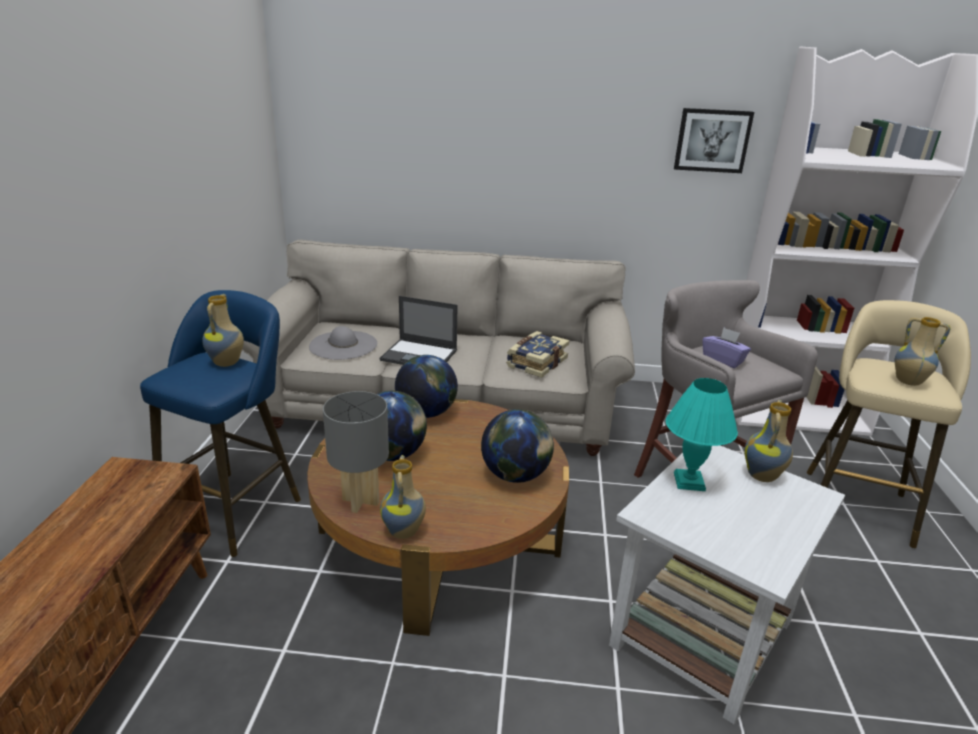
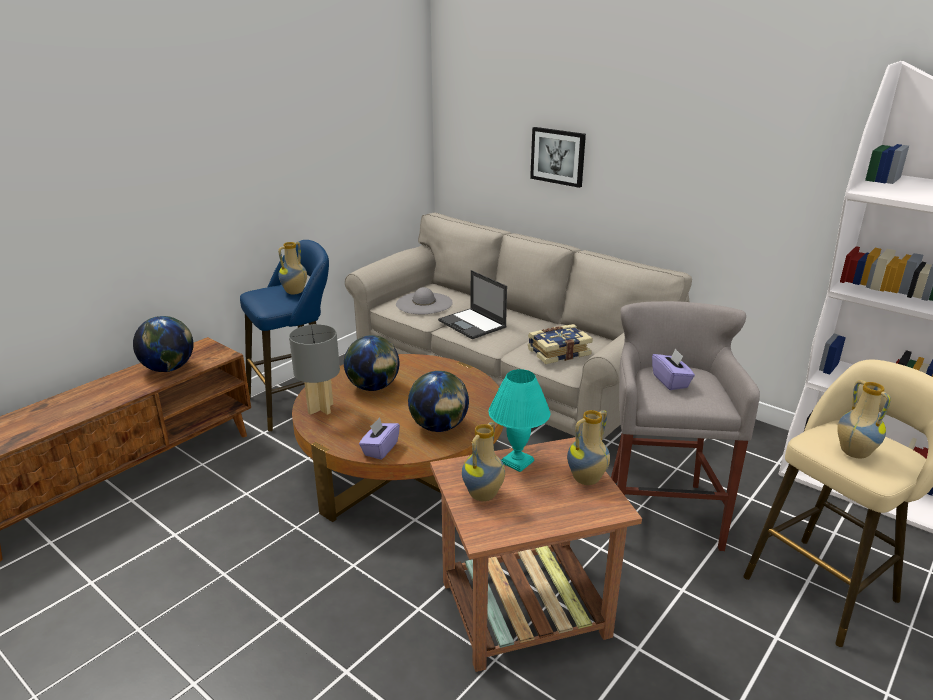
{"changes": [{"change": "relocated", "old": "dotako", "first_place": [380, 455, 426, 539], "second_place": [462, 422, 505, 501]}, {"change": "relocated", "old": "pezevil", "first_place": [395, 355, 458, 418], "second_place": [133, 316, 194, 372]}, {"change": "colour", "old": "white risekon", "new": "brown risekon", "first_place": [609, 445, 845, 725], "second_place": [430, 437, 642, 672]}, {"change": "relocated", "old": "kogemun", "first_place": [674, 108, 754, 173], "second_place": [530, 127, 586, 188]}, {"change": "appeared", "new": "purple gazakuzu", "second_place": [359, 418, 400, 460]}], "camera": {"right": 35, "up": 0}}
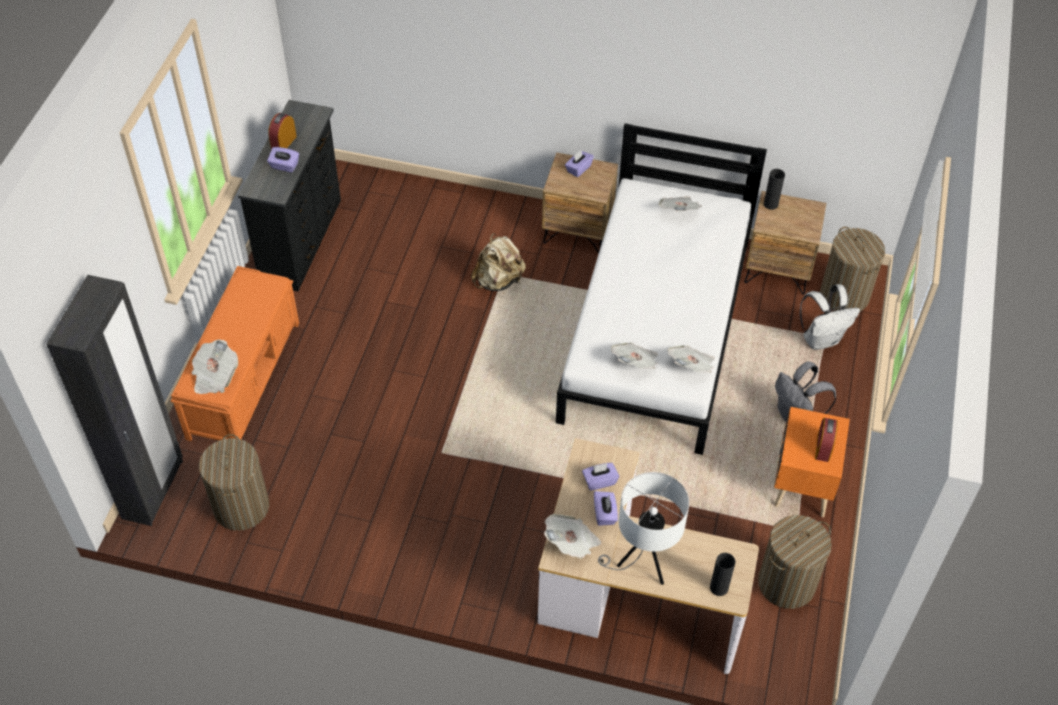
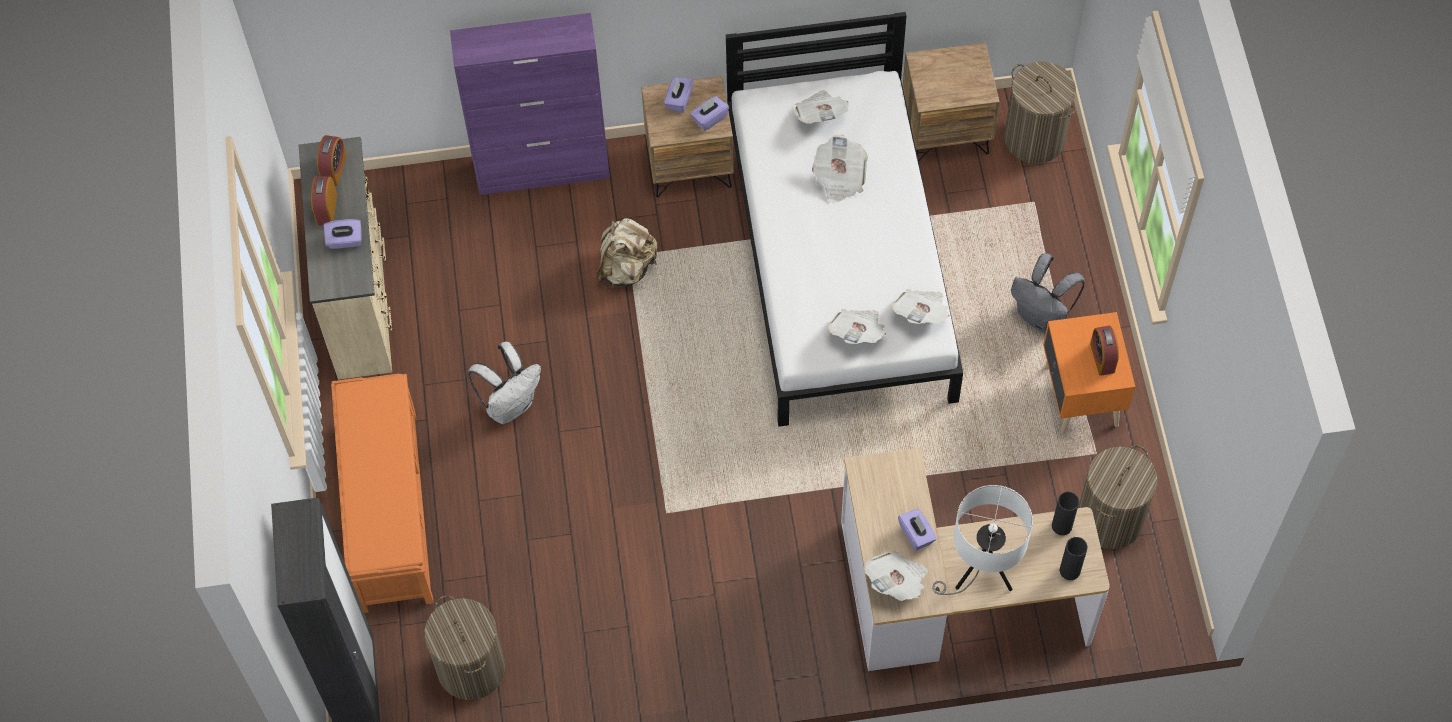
{"changes": [{"change": "relocated", "old": "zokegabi", "first_place": [192, 339, 238, 394], "second_place": [812, 135, 868, 203]}, {"change": "colour", "old": "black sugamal", "new": "beige sugamal", "first_place": [238, 100, 341, 291], "second_place": [299, 137, 392, 380]}, {"change": "relocated", "old": "purple gazakuzu", "first_place": [582, 463, 619, 491], "second_place": [690, 96, 729, 131]}, {"change": "relocated", "old": "black dotako", "first_place": [764, 169, 785, 210], "second_place": [1052, 491, 1079, 535]}, {"change": "relocated", "old": "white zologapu", "first_place": [800, 284, 860, 350], "second_place": [468, 341, 541, 424]}, {"change": "appeared", "new": "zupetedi", "second_place": [317, 135, 347, 186]}, {"change": "appeared", "new": "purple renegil", "second_place": [450, 13, 610, 195]}], "camera": {"right": -20, "up": 10}}
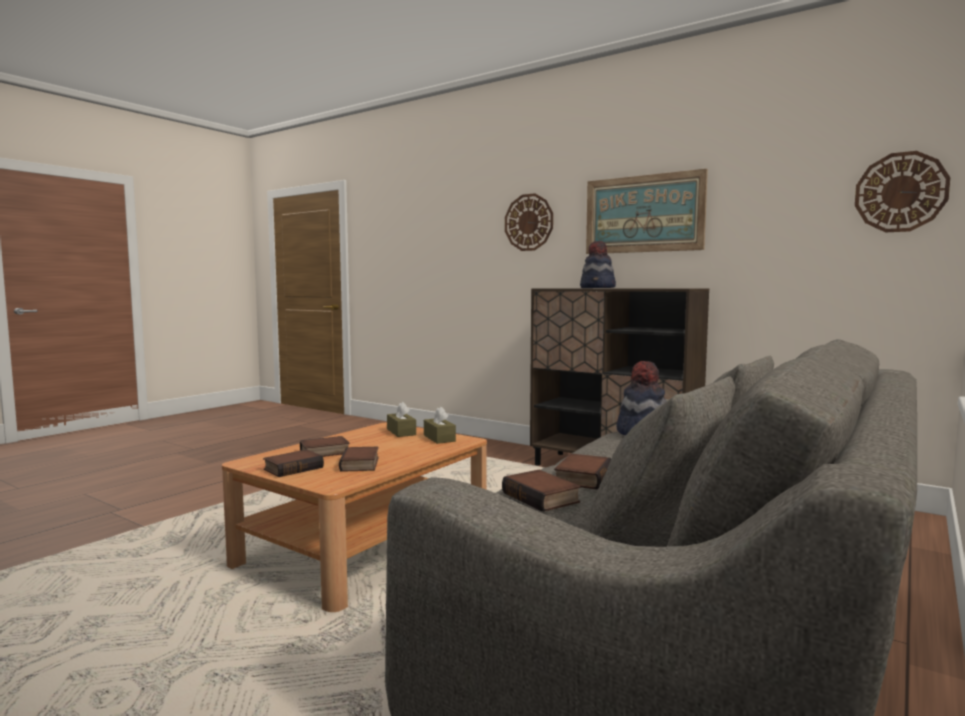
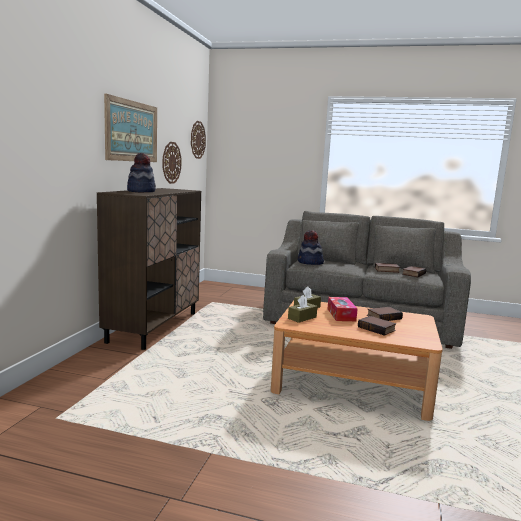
{"changes": [{"change": "missing", "old": "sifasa", "first_place": [263, 450, 324, 477]}, {"change": "relocated", "old": "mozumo", "first_place": [505, 193, 553, 251], "second_place": [163, 142, 181, 184]}, {"change": "appeared", "new": "gazakuzu", "second_place": [328, 297, 358, 321]}], "camera": {"right": -110, "up": 5}}
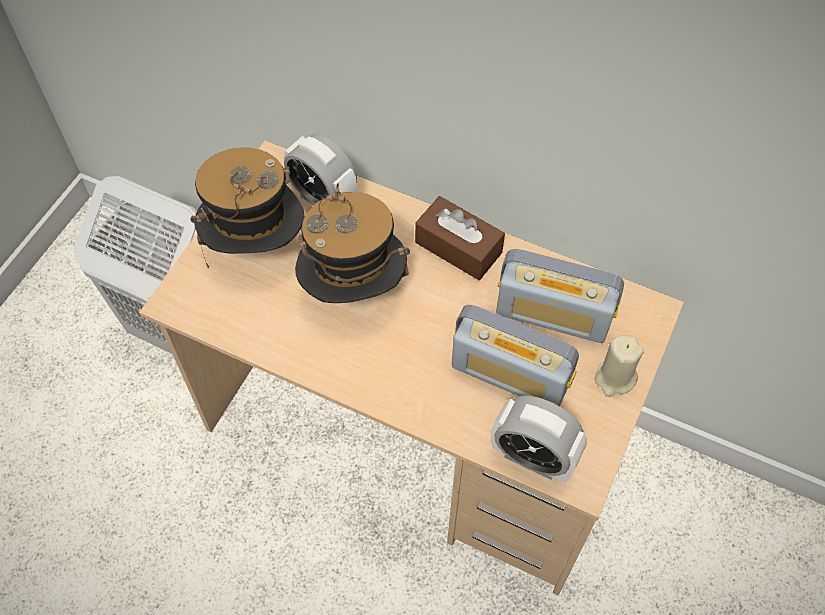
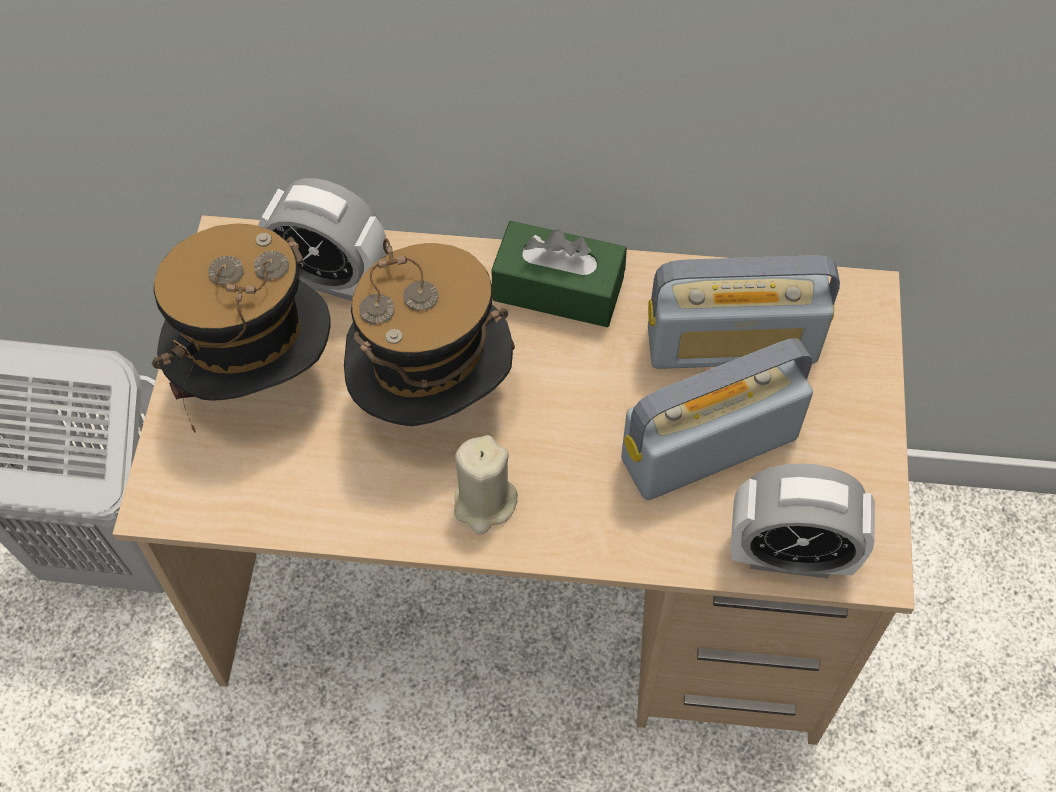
{"changes": [{"change": "colour", "old": "brown gazakuzu", "new": "green gazakuzu", "first_place": [415, 196, 505, 280], "second_place": [491, 221, 627, 327]}, {"change": "spun", "old": "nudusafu", "first_place": [452, 305, 579, 406], "second_place": [621, 338, 813, 500], "degrees": 150}, {"change": "relocated", "old": "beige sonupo", "first_place": [594, 335, 644, 397], "second_place": [454, 435, 518, 534]}], "camera": {"right": -20, "up": 0}}
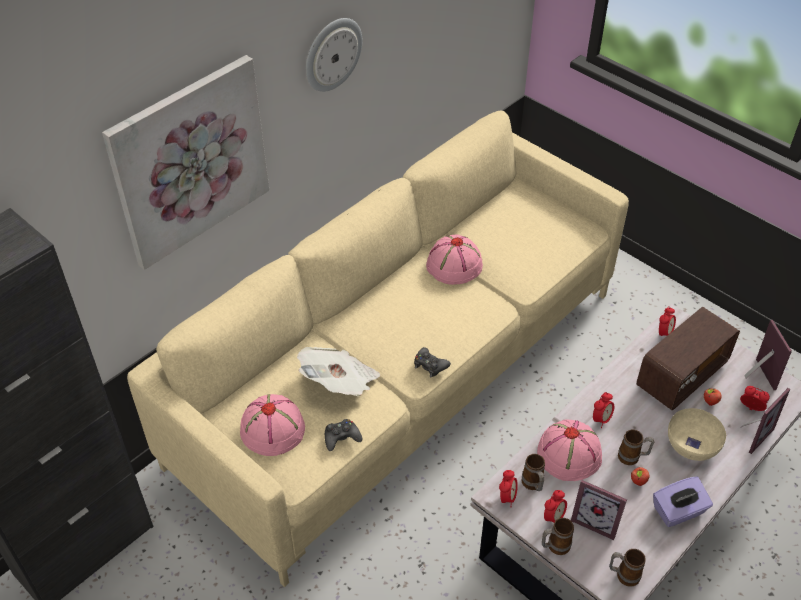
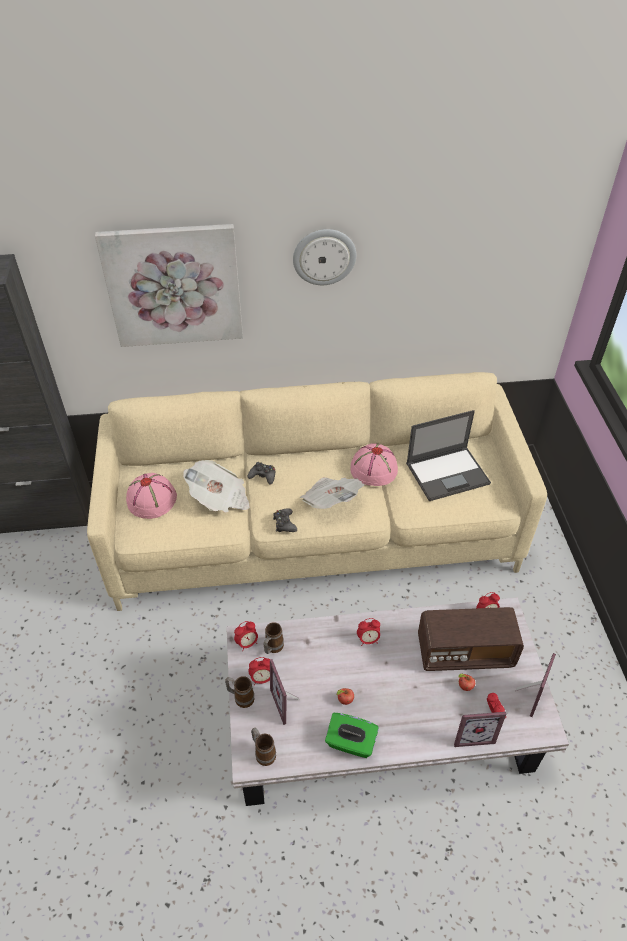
{"changes": [{"change": "relocated", "old": "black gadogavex", "first_place": [325, 419, 362, 451], "second_place": [248, 462, 275, 485]}, {"change": "missing", "old": "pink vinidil", "first_place": [537, 420, 602, 481]}, {"change": "missing", "old": "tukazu", "first_place": [618, 429, 654, 465]}, {"change": "colour", "old": "purple gazakuzu", "new": "green gazakuzu", "first_place": [653, 476, 713, 527], "second_place": [325, 713, 379, 758]}, {"change": "missing", "old": "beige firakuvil", "first_place": [668, 408, 726, 461]}, {"change": "appeared", "new": "zokegabi", "second_place": [300, 477, 364, 509]}, {"change": "appeared", "new": "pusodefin", "second_place": [406, 410, 491, 501]}], "camera": {"right": 40, "up": 0}}
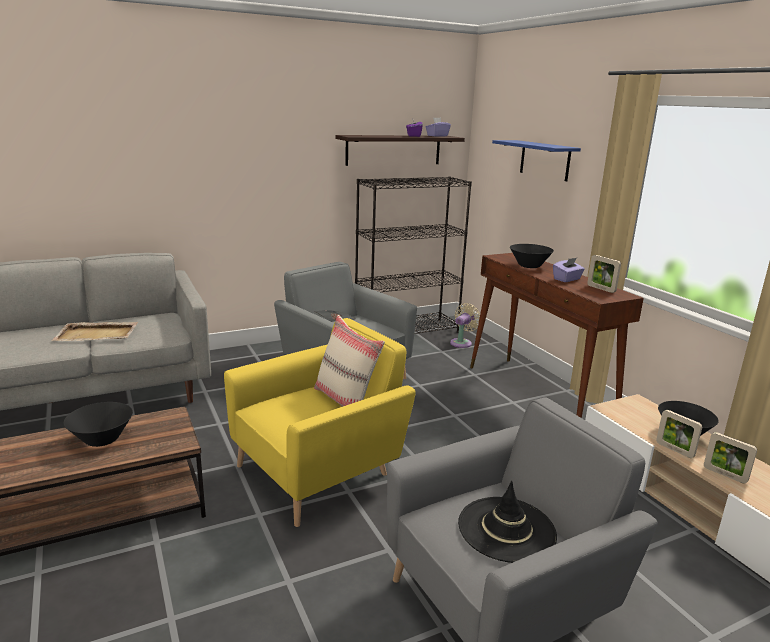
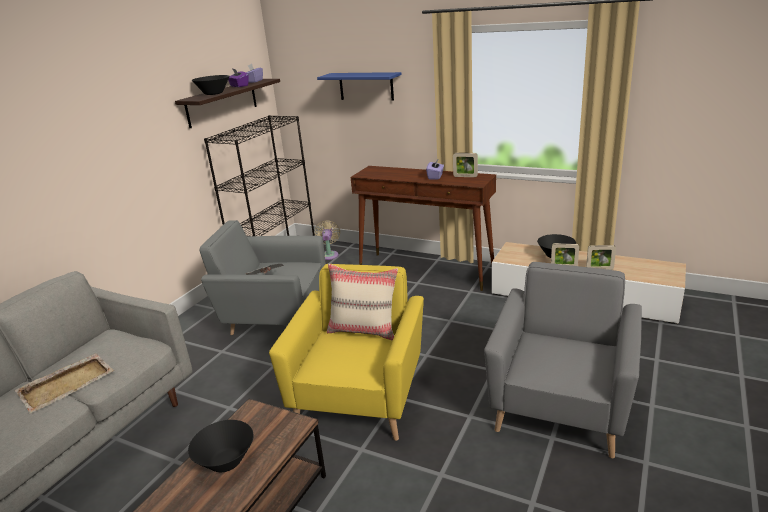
{"changes": [{"change": "missing", "old": "black vinidil", "first_place": [458, 481, 557, 563]}, {"change": "relocated", "old": "black firakuvil", "first_place": [510, 244, 554, 268], "second_place": [192, 75, 230, 95]}], "camera": {"right": -35, "up": 5}}
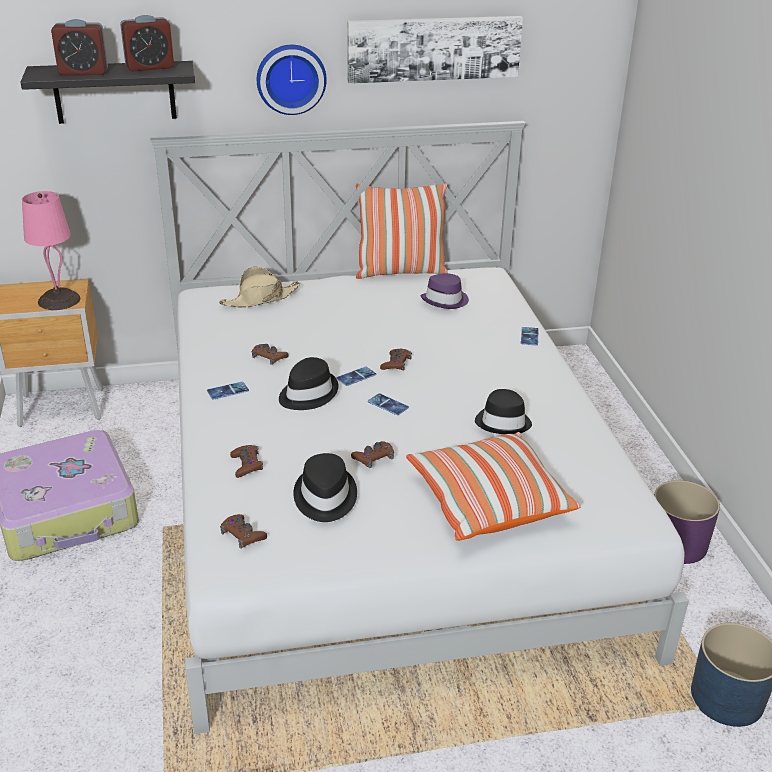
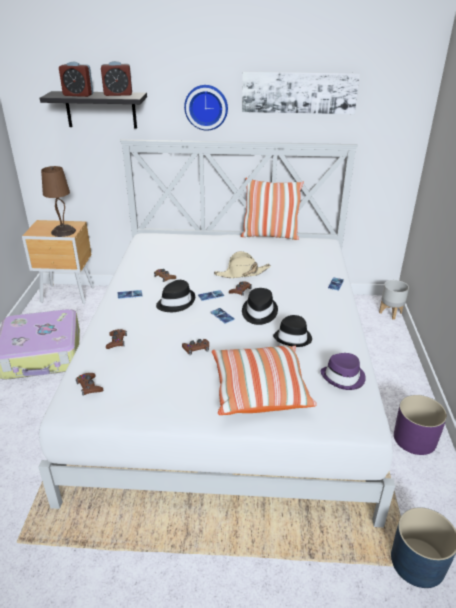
{"changes": [{"change": "colour", "old": "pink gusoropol", "new": "brown gusoropol", "first_place": [22, 191, 80, 310], "second_place": [41, 166, 76, 237]}, {"change": "relocated", "old": "beige vinidil", "first_place": [219, 267, 300, 308], "second_place": [214, 251, 271, 278]}, {"change": "relocated", "old": "black vinidil", "first_place": [293, 453, 357, 522], "second_place": [242, 288, 278, 325]}, {"change": "relocated", "old": "purple vinidil", "first_place": [420, 273, 469, 309], "second_place": [320, 353, 366, 390]}, {"change": "appeared", "new": "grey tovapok", "second_place": [379, 280, 409, 320]}], "camera": {"right": 15, "up": 0}}
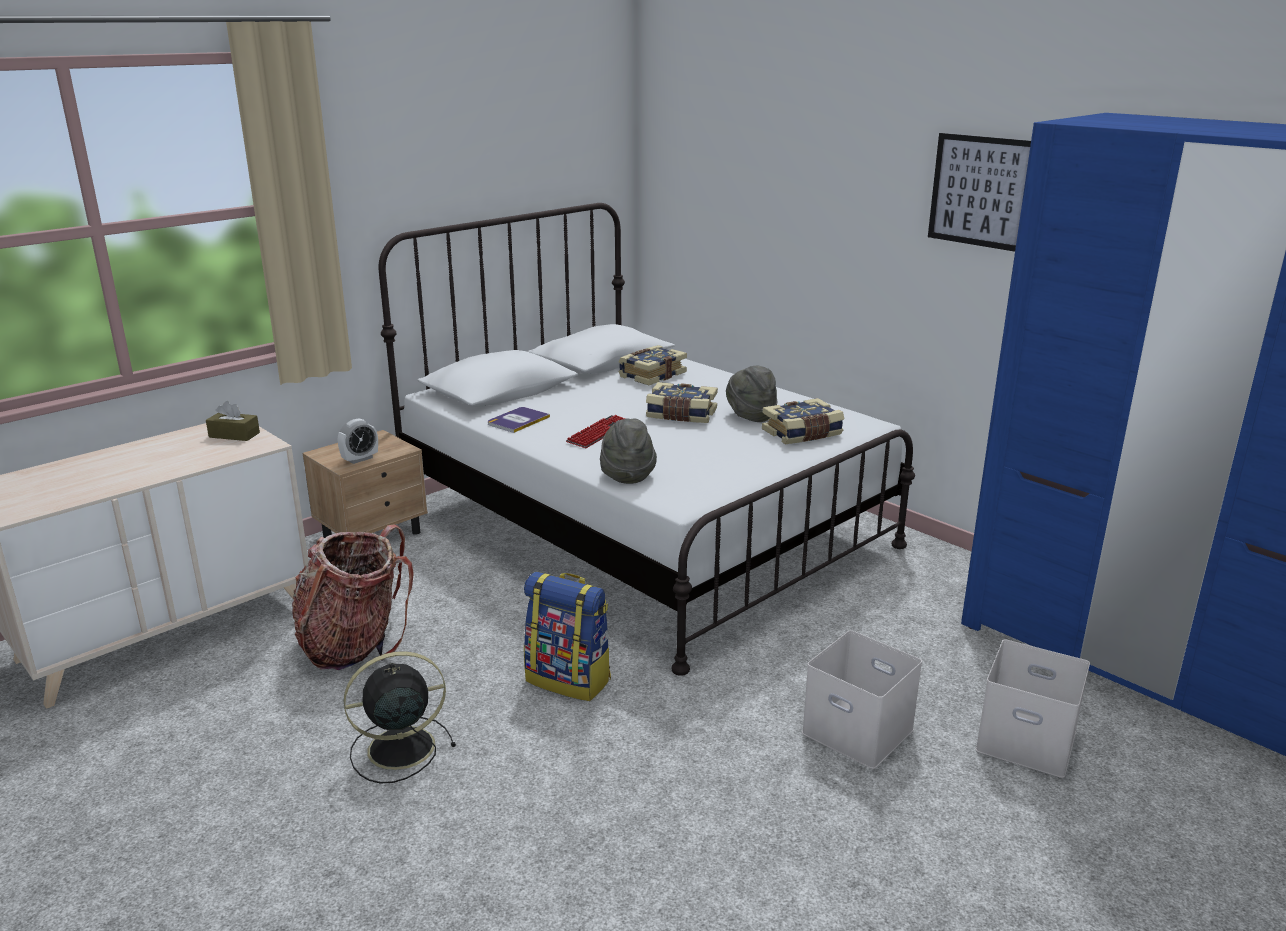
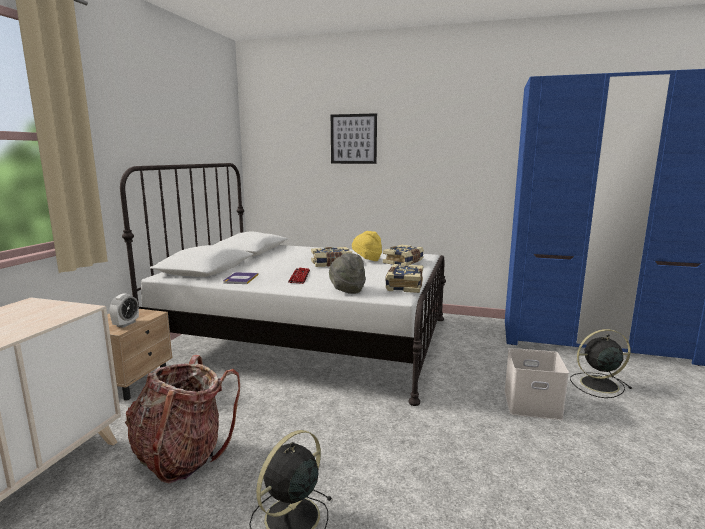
{"changes": [{"change": "missing", "old": "brown gazakuzu", "first_place": [206, 401, 260, 441]}, {"change": "missing", "old": "zologapu", "first_place": [524, 572, 611, 701]}, {"change": "relocated", "old": "sifasa", "first_place": [618, 345, 687, 385], "second_place": [385, 264, 423, 293]}, {"change": "colour", "old": "grey vinidil", "new": "yellow vinidil", "first_place": [726, 366, 777, 422], "second_place": [352, 231, 382, 261]}, {"change": "relocated", "old": "kogemun", "first_place": [928, 133, 1031, 252], "second_place": [331, 113, 377, 164]}, {"change": "exchanged", "old": "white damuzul", "new": "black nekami", "first_place": [975, 639, 1090, 778], "second_place": [570, 329, 632, 398]}], "camera": {"right": -30, "up": -10}}
